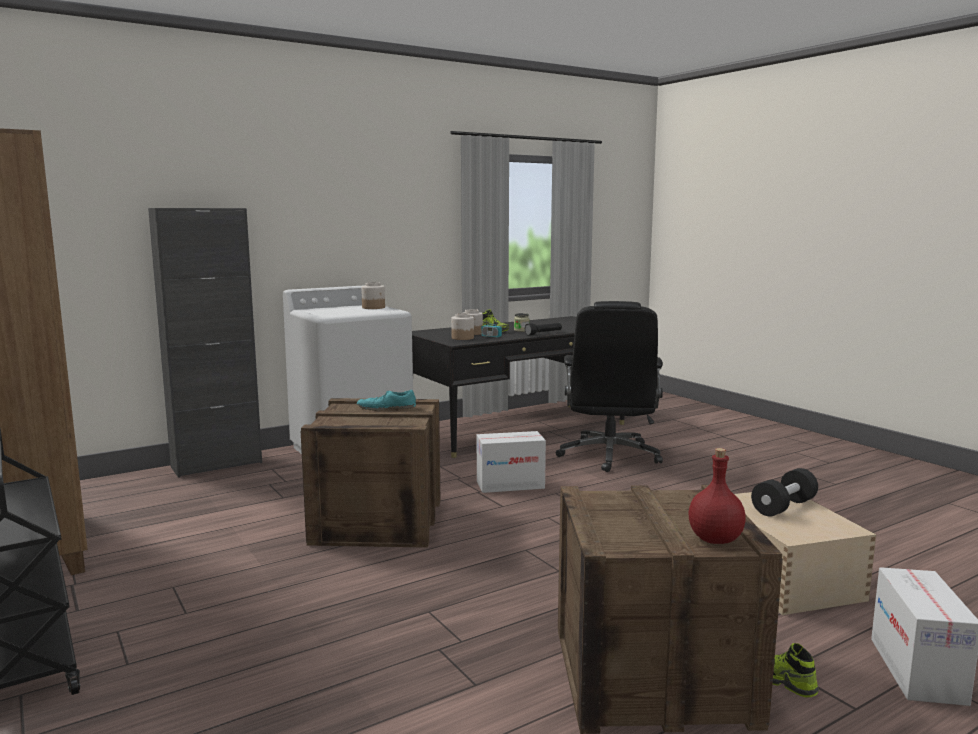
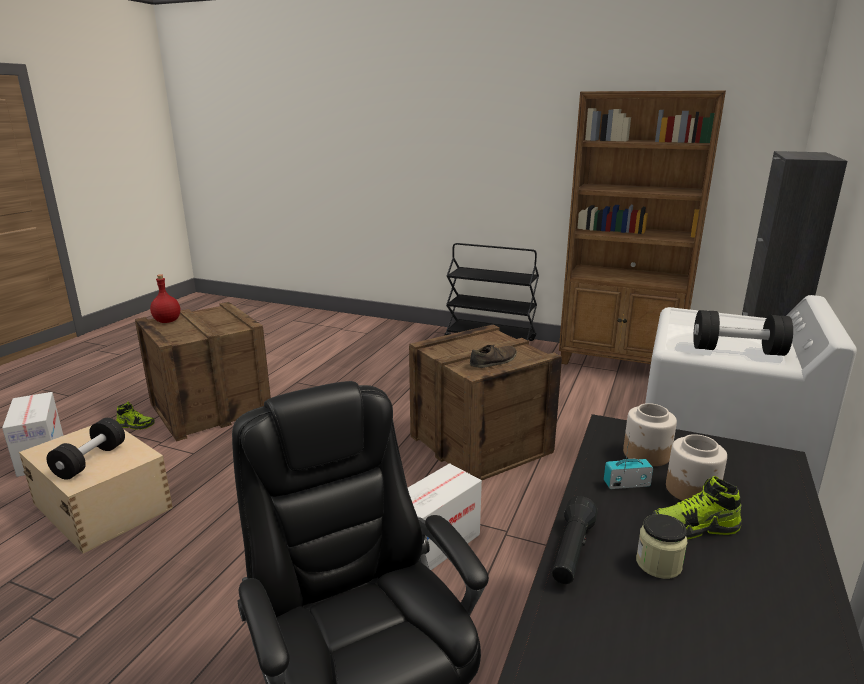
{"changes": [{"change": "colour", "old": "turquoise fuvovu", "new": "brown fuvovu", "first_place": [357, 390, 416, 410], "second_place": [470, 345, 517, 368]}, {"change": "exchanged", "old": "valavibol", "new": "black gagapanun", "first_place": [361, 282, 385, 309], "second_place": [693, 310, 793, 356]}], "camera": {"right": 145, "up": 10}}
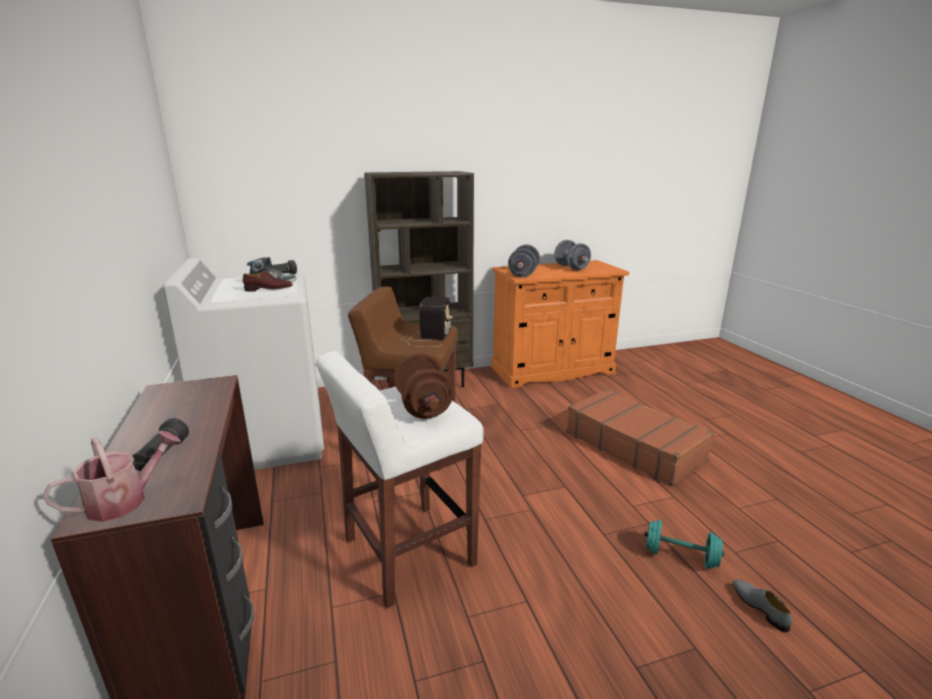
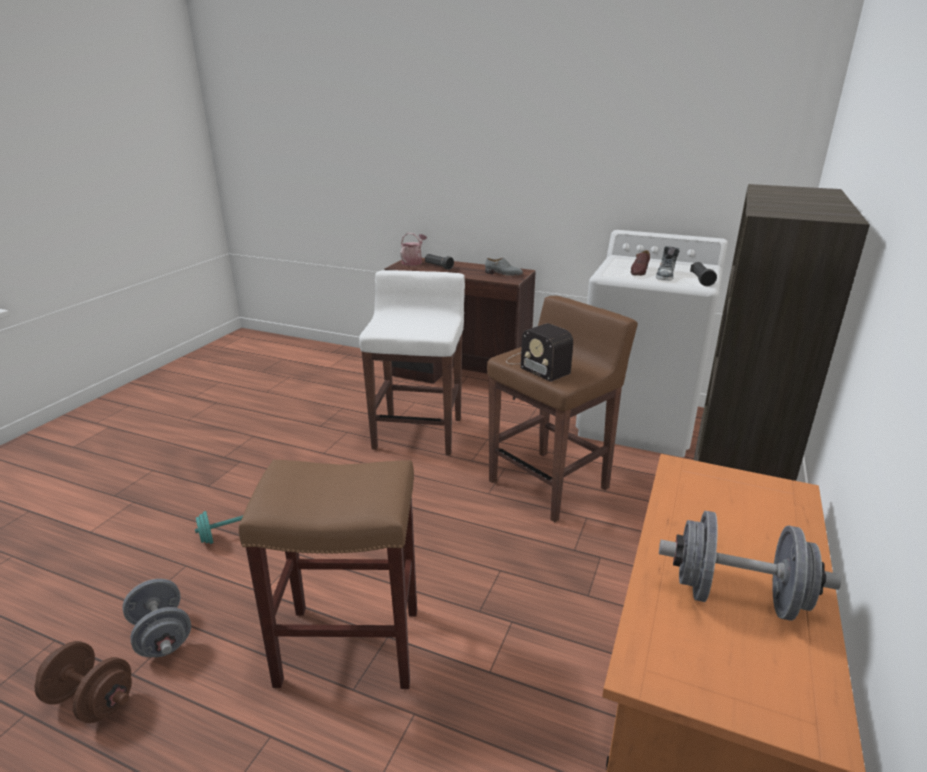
{"changes": [{"change": "spun", "old": "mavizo", "first_place": [43, 431, 181, 522], "second_place": [400, 233, 427, 266], "degrees": -150}, {"change": "relocated", "old": "brown gagapanun", "first_place": [394, 353, 454, 419], "second_place": [35, 641, 132, 723]}, {"change": "relocated", "old": "grey gagapanun", "first_place": [508, 245, 540, 277], "second_place": [122, 579, 191, 657]}, {"change": "exchanged", "old": "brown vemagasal", "new": "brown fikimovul", "first_place": [566, 389, 714, 487], "second_place": [239, 460, 417, 689]}, {"change": "relocated", "old": "grey fuvovu", "first_place": [733, 579, 793, 632], "second_place": [485, 258, 523, 276]}], "camera": {"right": 130, "up": 5}}
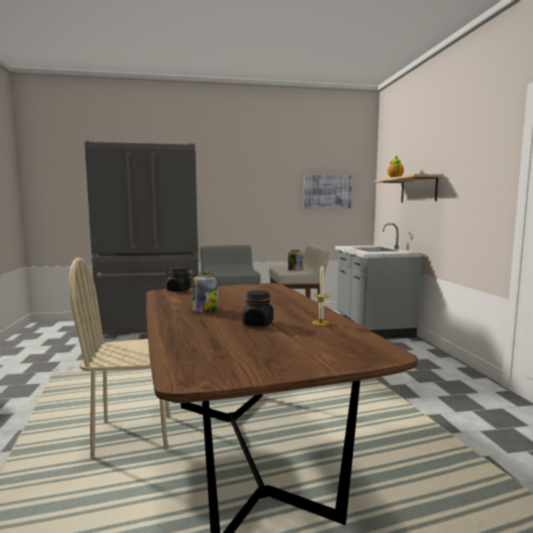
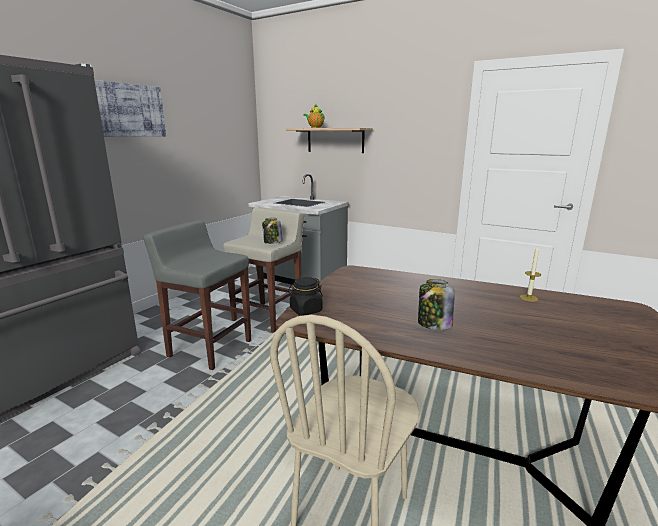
{"changes": [{"change": "missing", "old": "black valavibol", "first_place": [242, 290, 273, 326]}, {"change": "relocated", "old": "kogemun", "first_place": [304, 175, 352, 208], "second_place": [94, 80, 166, 137]}], "camera": {"right": -50, "up": 10}}
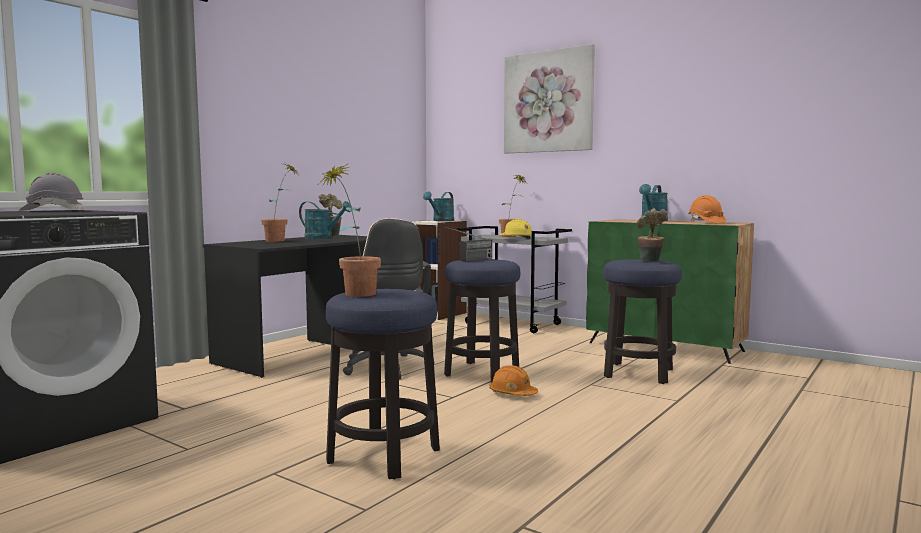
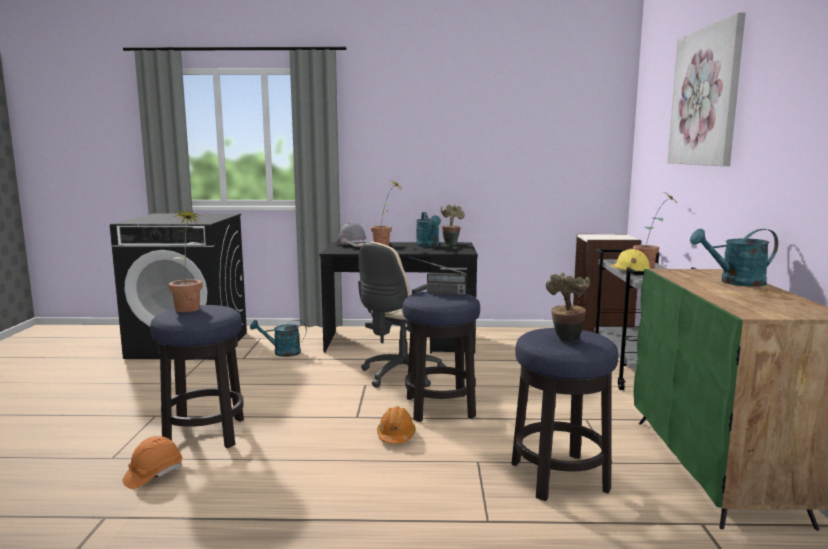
{"changes": [{"change": "relocated", "old": "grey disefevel", "first_place": [19, 173, 83, 211], "second_place": [336, 222, 367, 247]}, {"change": "relocated", "old": "turquoise mavizo", "first_place": [423, 191, 454, 221], "second_place": [250, 320, 307, 357]}, {"change": "relocated", "old": "orange disefevel", "first_place": [688, 195, 726, 223], "second_place": [123, 436, 182, 489]}], "camera": {"right": 55, "up": 5}}
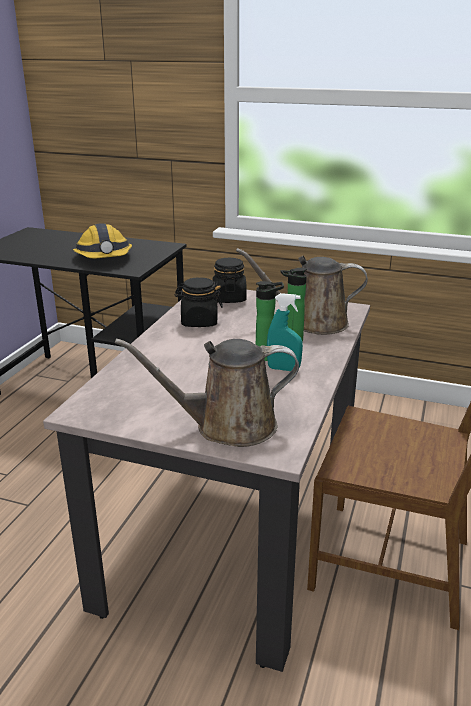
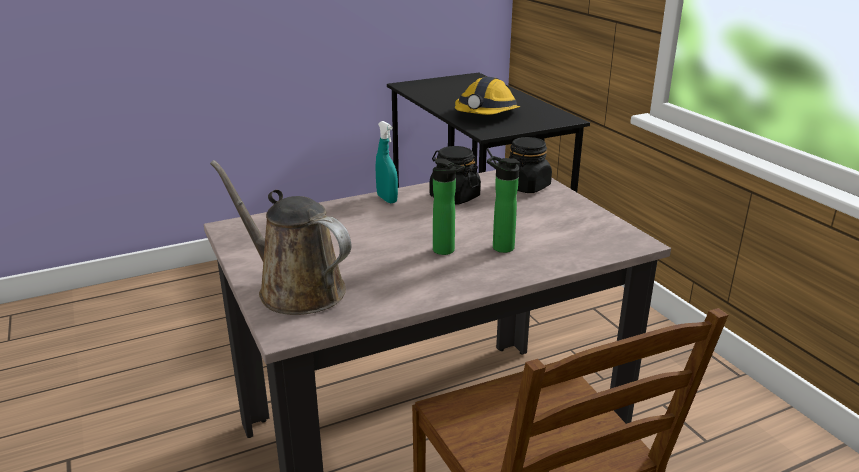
{"changes": [{"change": "missing", "old": "brown mavizo", "first_place": [236, 248, 368, 335]}, {"change": "relocated", "old": "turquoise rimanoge", "first_place": [267, 293, 303, 371], "second_place": [376, 121, 398, 203]}], "camera": {"right": 45, "up": 0}}
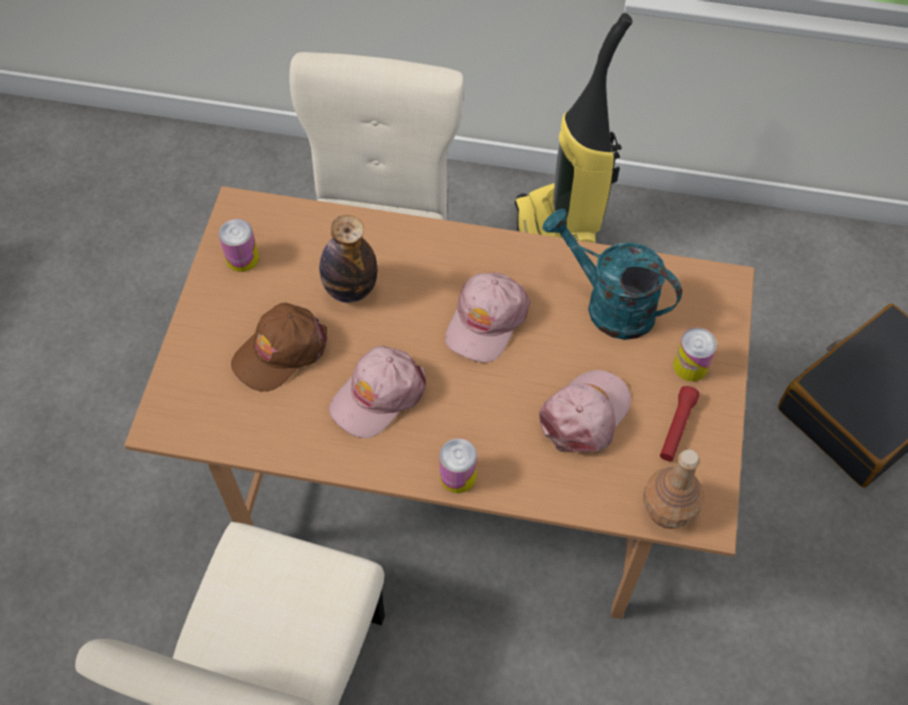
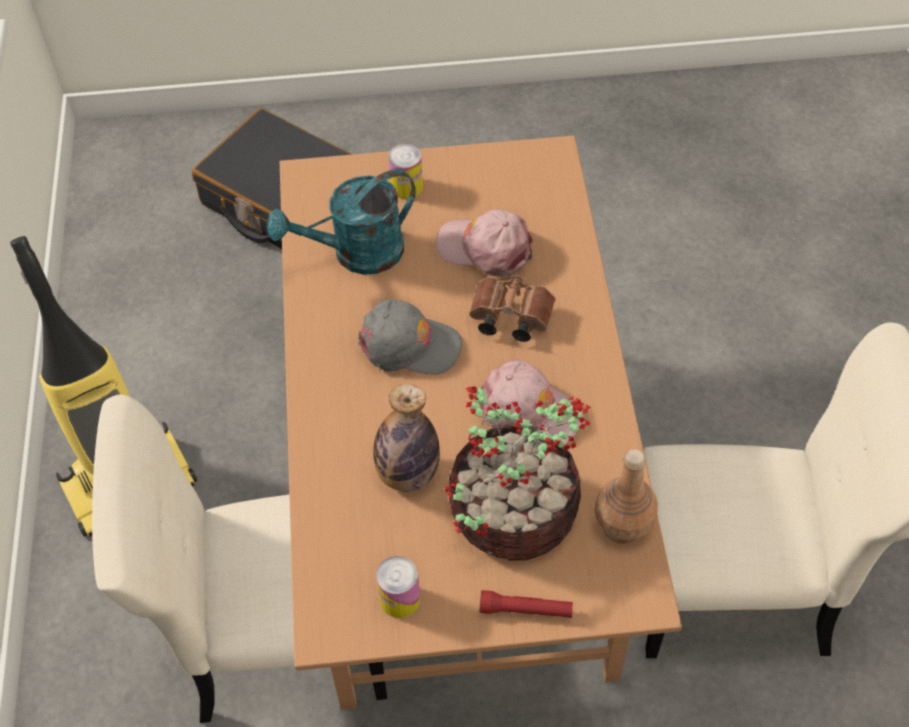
{"changes": [{"change": "exchanged", "old": "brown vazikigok", "new": "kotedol", "first_place": [231, 303, 327, 392], "second_place": [445, 387, 591, 561]}, {"change": "missing", "old": "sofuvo", "first_place": [439, 438, 477, 493]}, {"change": "colour", "old": "pink vazikigok", "new": "grey vazikigok", "first_place": [445, 273, 530, 362], "second_place": [358, 299, 462, 375]}, {"change": "spun", "old": "turquoise mavizo", "first_place": [542, 209, 682, 340], "second_place": [267, 169, 416, 275], "degrees": 45}, {"change": "relocated", "old": "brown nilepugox", "first_place": [643, 449, 704, 529], "second_place": [594, 450, 658, 544]}, {"change": "relocated", "old": "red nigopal", "first_place": [660, 386, 700, 461], "second_place": [480, 590, 573, 618]}, {"change": "appeared", "new": "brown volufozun", "second_place": [469, 274, 556, 342]}], "camera": {"right": -105, "up": -5}}
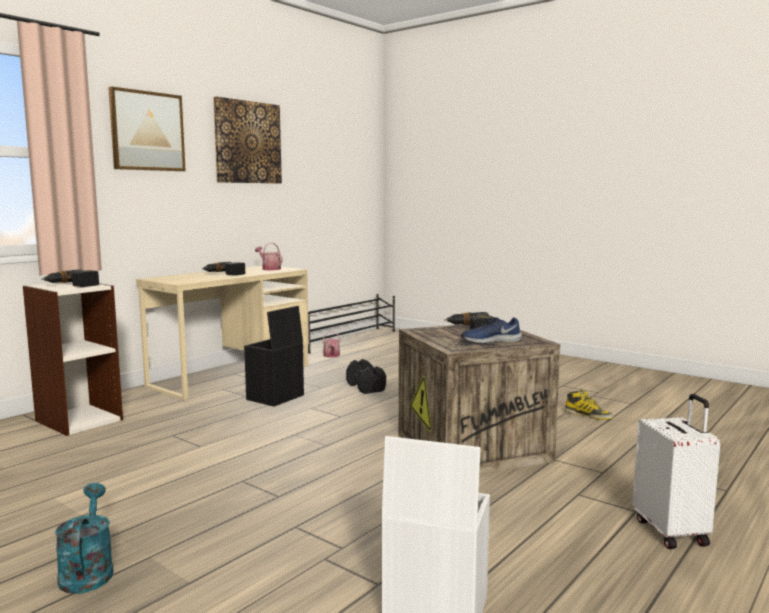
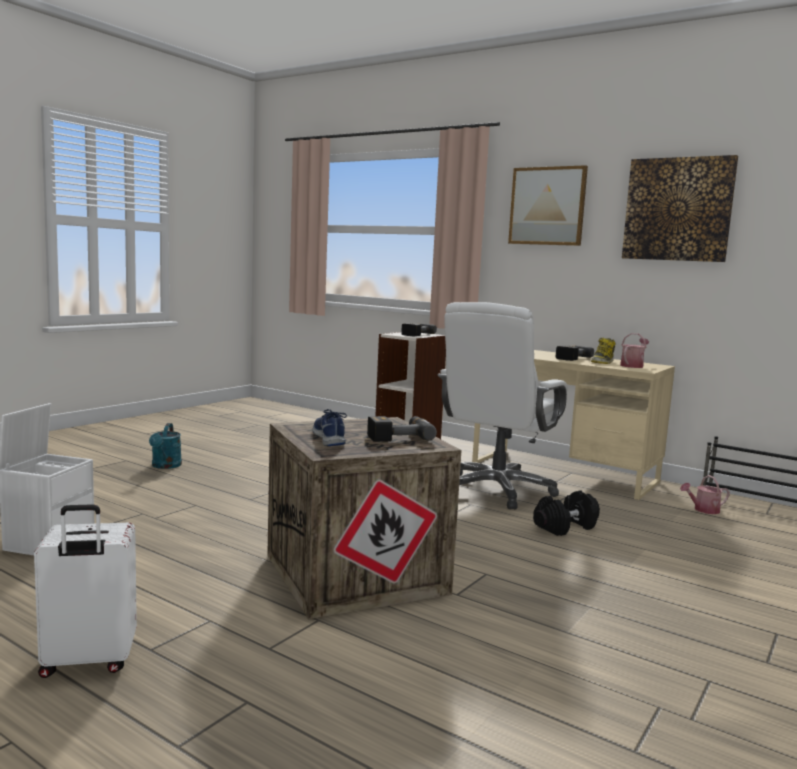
{"changes": [{"change": "spun", "old": "turquoise mavizo", "first_place": [55, 483, 114, 594], "second_place": [149, 423, 182, 469], "degrees": 105}, {"change": "exchanged", "old": "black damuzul", "new": "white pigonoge", "first_place": [244, 306, 304, 406], "second_place": [438, 302, 568, 509]}, {"change": "relocated", "old": "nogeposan", "first_place": [564, 390, 614, 420], "second_place": [591, 338, 615, 364]}], "camera": {"right": 85, "up": 0}}
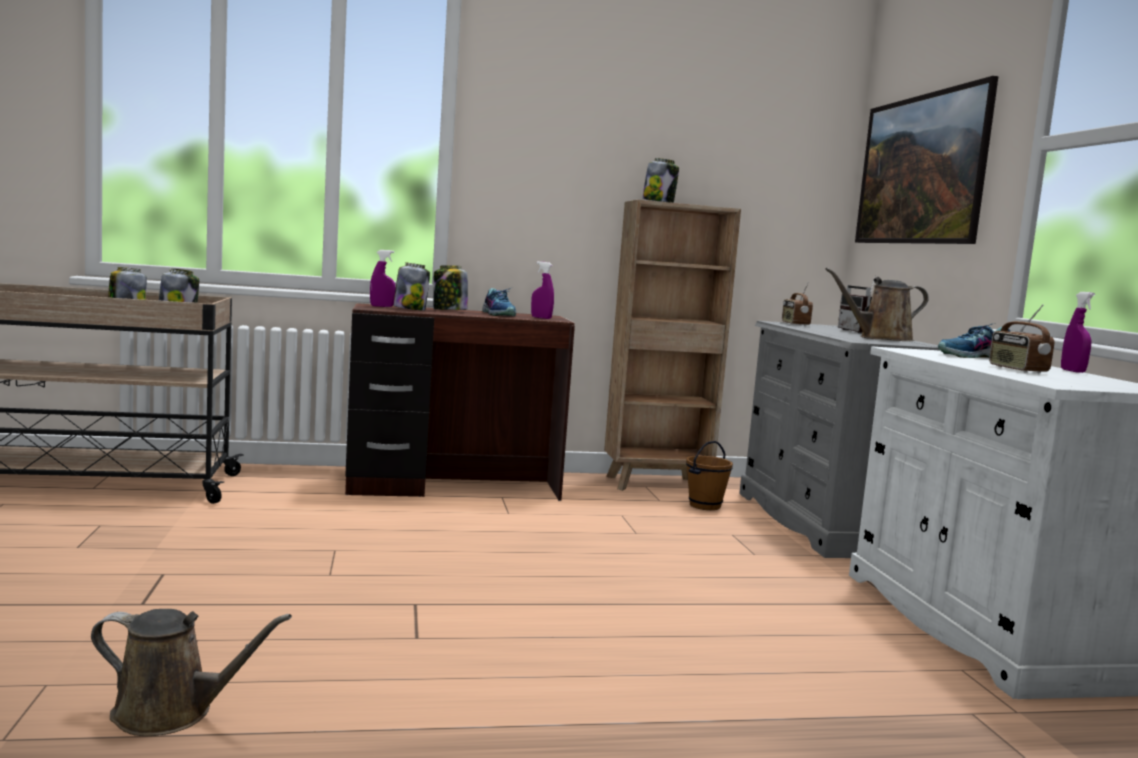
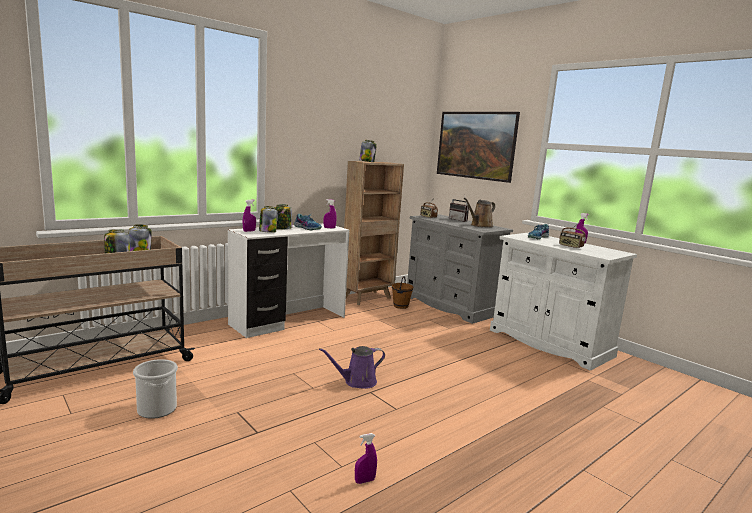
{"changes": [{"change": "exchanged", "old": "brown mavizo", "new": "purple rimanoge", "first_place": [91, 609, 292, 736], "second_place": [355, 433, 377, 484]}, {"change": "colour", "old": "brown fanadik", "new": "white fanadik", "first_place": [345, 303, 575, 501], "second_place": [228, 223, 349, 338]}, {"change": "appeared", "new": "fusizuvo", "second_place": [133, 359, 178, 419]}, {"change": "appeared", "new": "purple mavizo", "second_place": [319, 346, 385, 389]}], "camera": {"right": -30, "up": 5}}
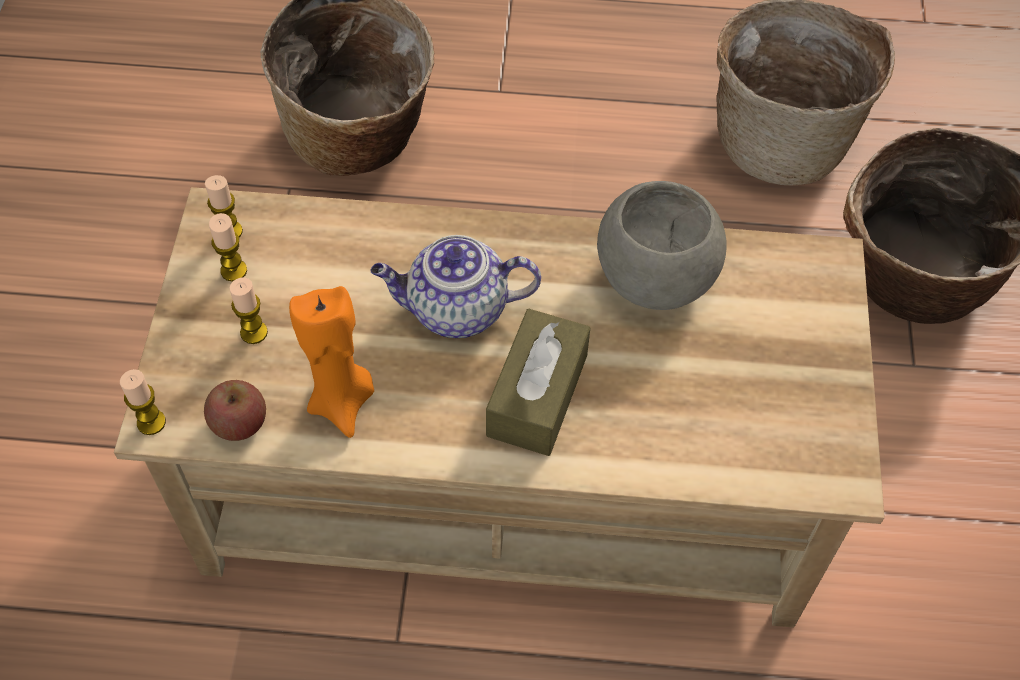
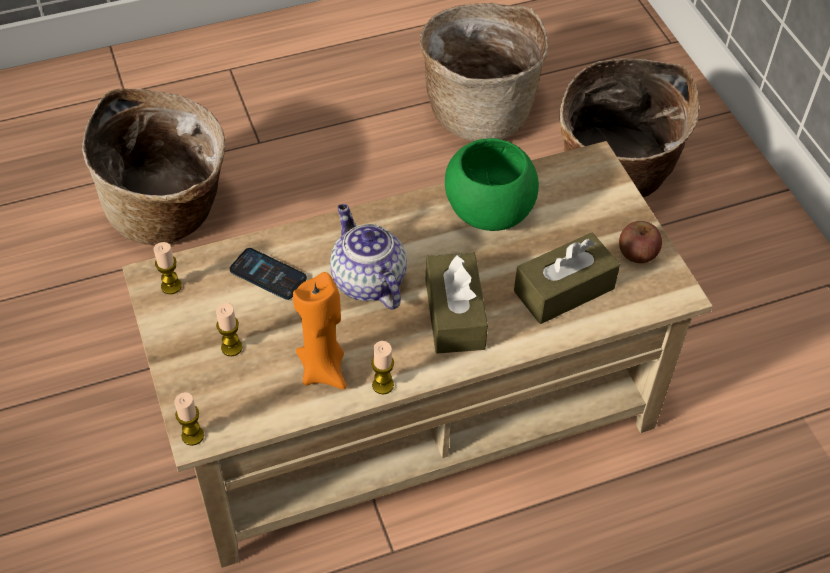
{"changes": [{"change": "relocated", "old": "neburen", "first_place": [204, 380, 266, 441], "second_place": [619, 221, 662, 263]}, {"change": "relocated", "old": "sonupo", "first_place": [209, 213, 247, 281], "second_place": [371, 341, 394, 394]}, {"change": "spun", "old": "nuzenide", "first_place": [370, 235, 541, 338], "second_place": [330, 204, 407, 310], "degrees": 90}, {"change": "colour", "old": "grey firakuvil", "new": "green firakuvil", "first_place": [597, 181, 727, 310], "second_place": [445, 138, 539, 231]}, {"change": "appeared", "new": "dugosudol", "second_place": [230, 248, 307, 300]}, {"change": "appeared", "new": "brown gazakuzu", "second_place": [514, 233, 620, 324]}], "camera": {"right": -25, "up": -5}}
